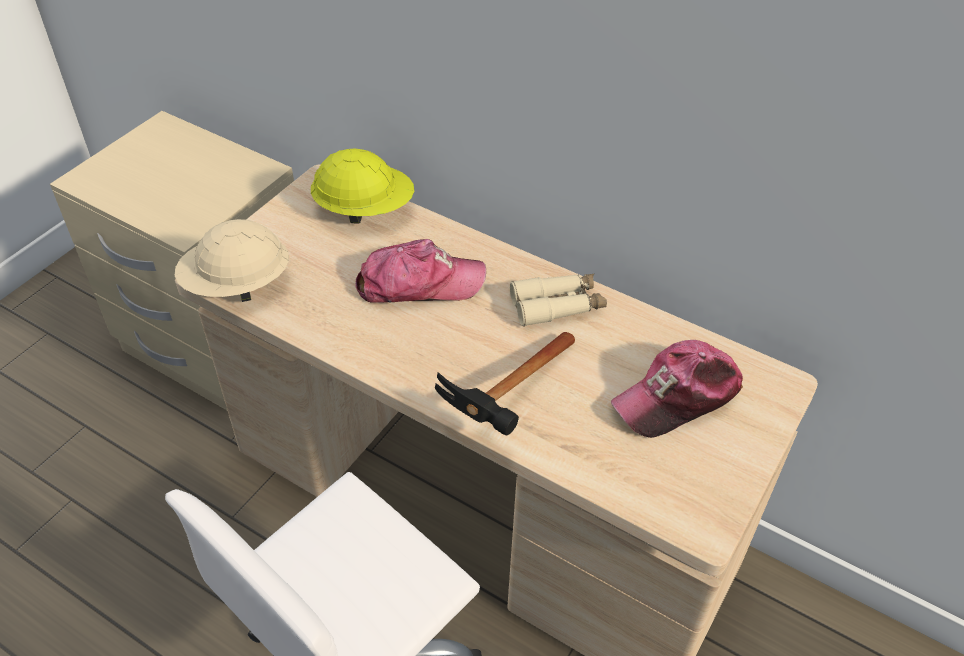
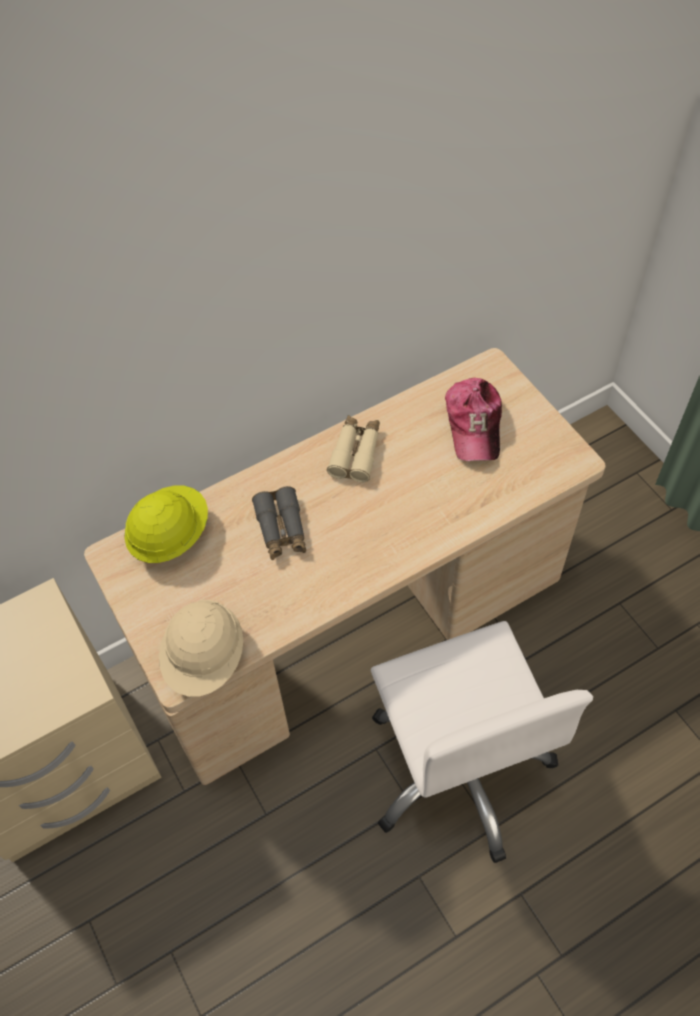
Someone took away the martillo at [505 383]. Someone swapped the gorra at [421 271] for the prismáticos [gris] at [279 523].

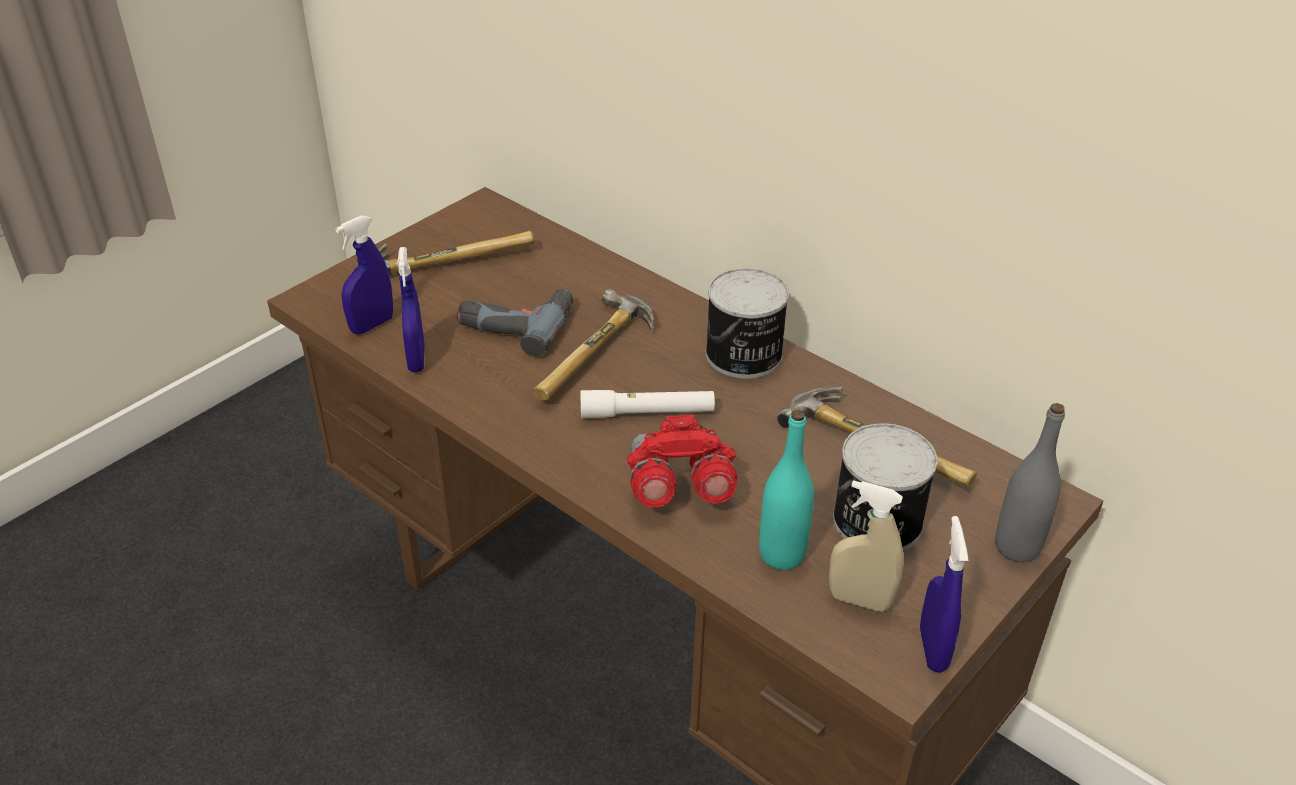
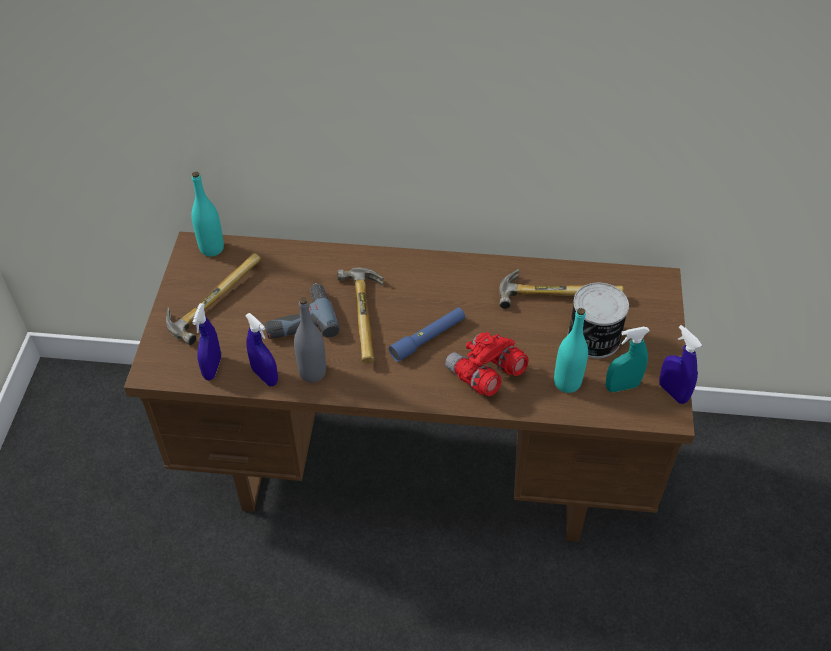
Someone took away the lata at [747 323]. Someone put down the botella [turquesa] at [207 214]. Someone carried the botella [gris] from [1030 483] to [310 339]. Someone repainted the linterna [blanco] at [647 404], which became the linterna [azul] at [427 334]. Someone repainted the pulverizador [beis] at [866 546], which became the pulverizador [turquesa] at [627 359].

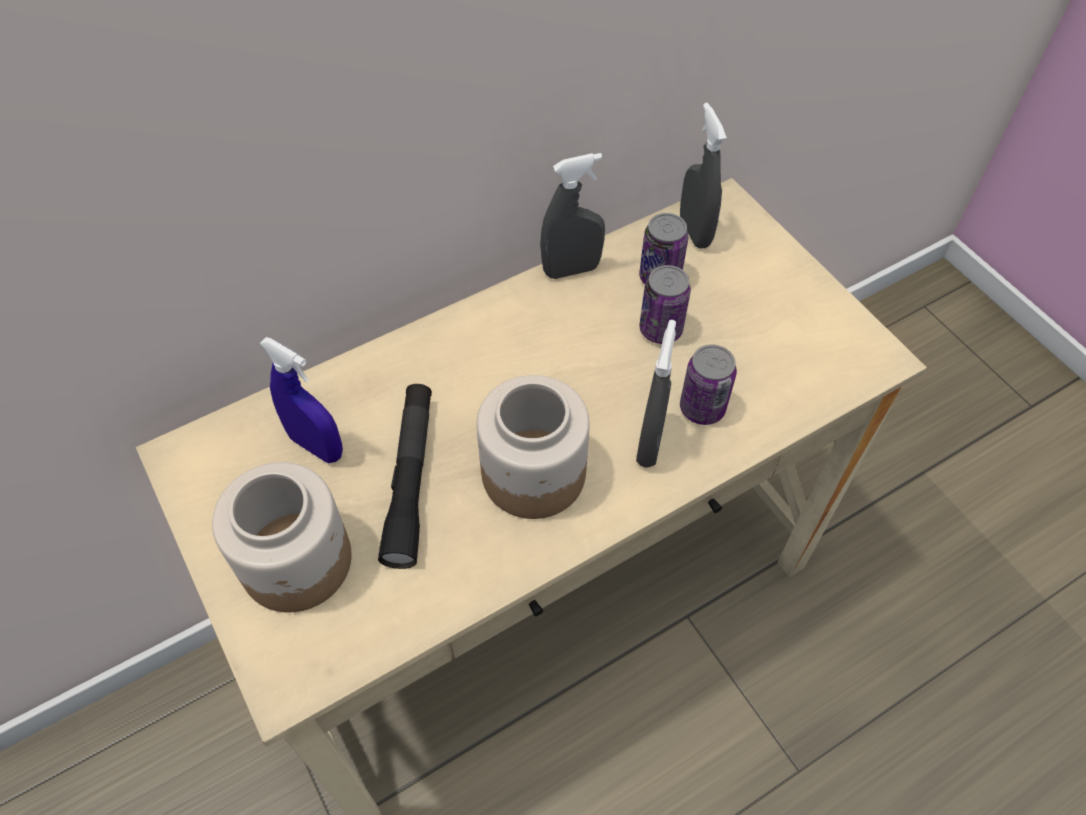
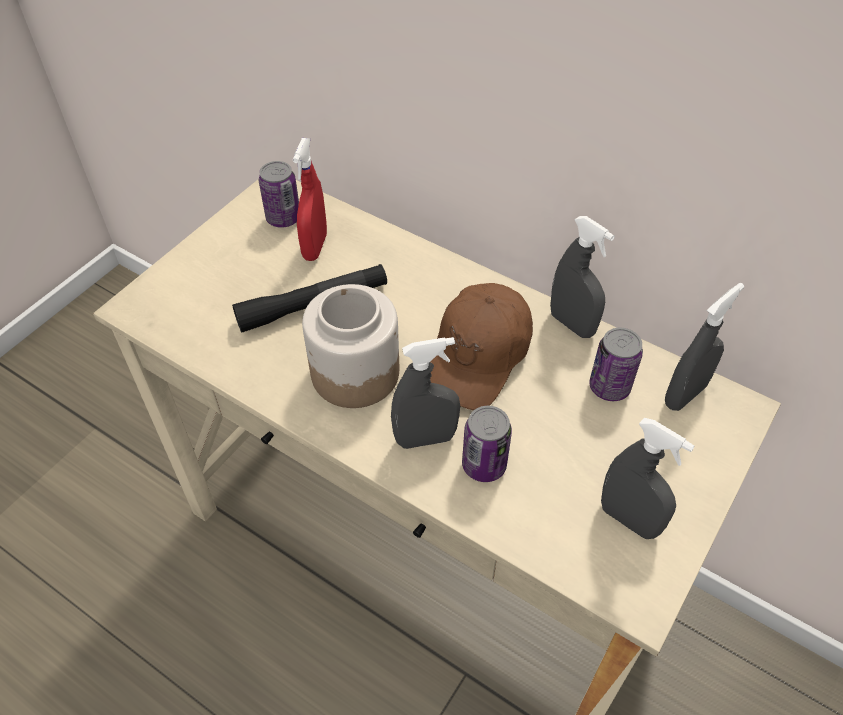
Someone took away the tarro at [282 537]. Someone put down the gorra [marrón] at [481 346]. Someone put down the pulverizador [gris] at [647 478]. Someone carried the lata from [665 304] to [279 194]. Someone repainted the pulverizador [azul] at [301 400], which became the pulverizador [rojo] at [310 199].

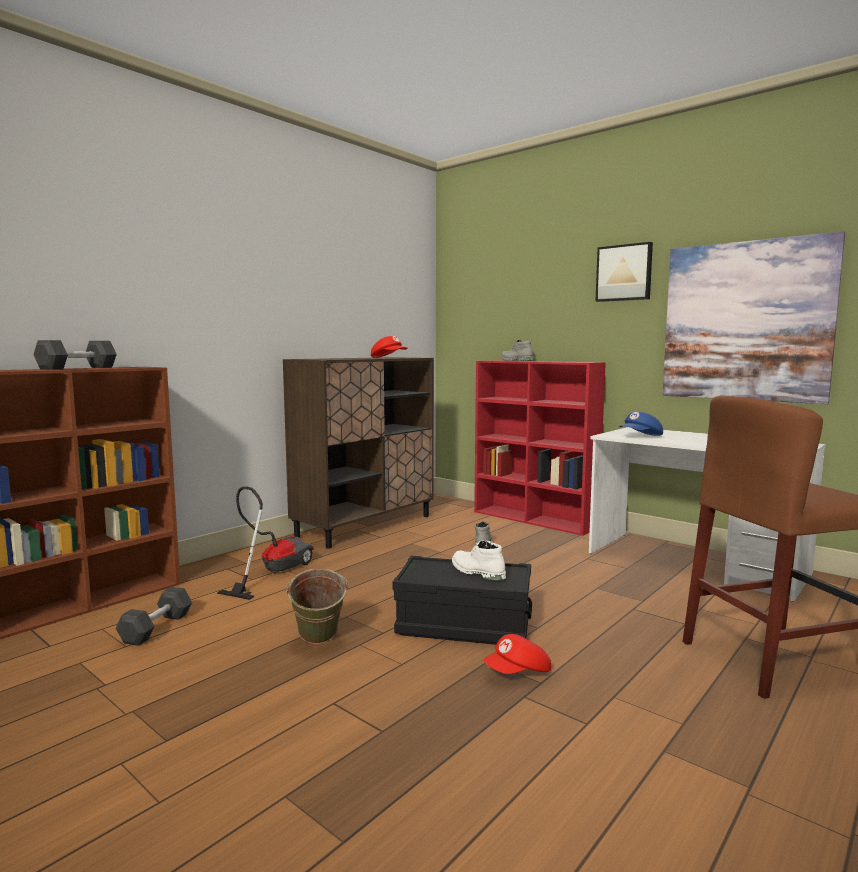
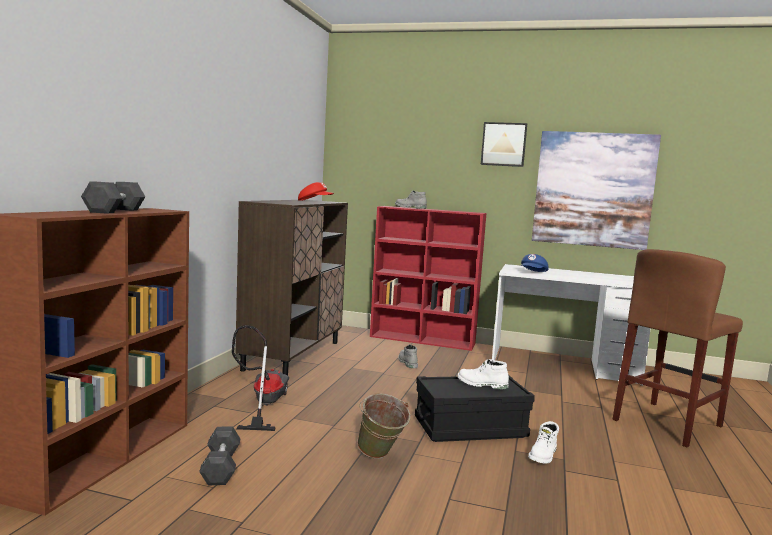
Someone swapped the gorra [rojo] at [517 654] for the bota [blanco] at [543 442].

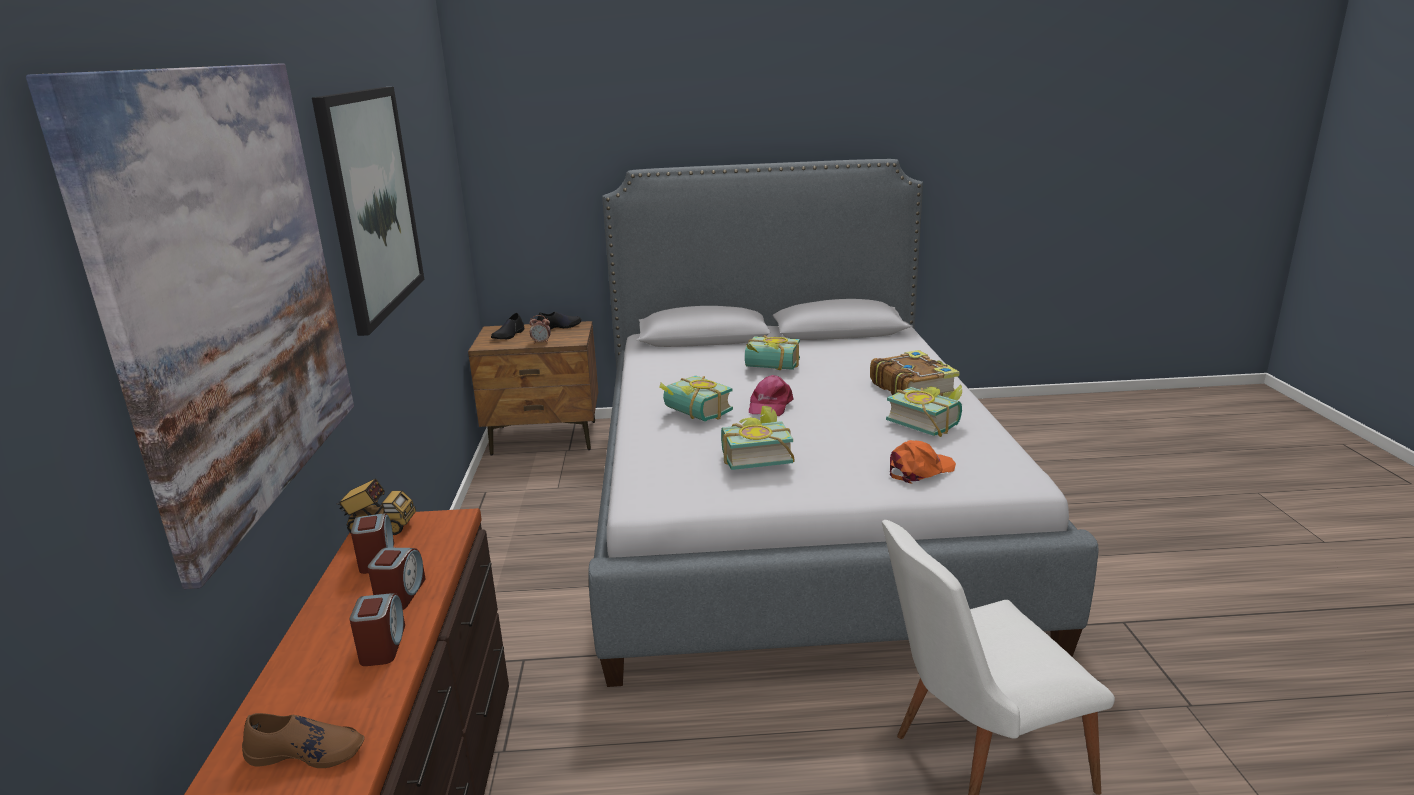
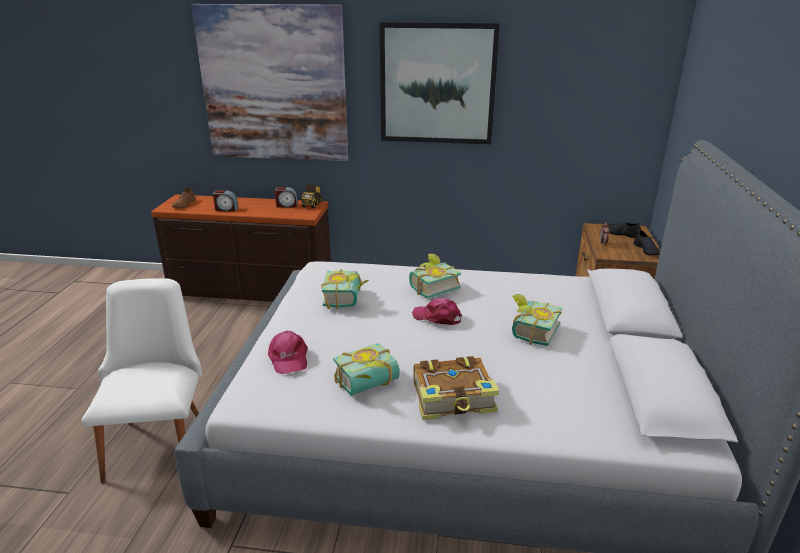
Someone took away the despertador at [397 578]. Someone repainted the gorra [naranja] at [922 462], which became the gorra [rosa] at [288 352].

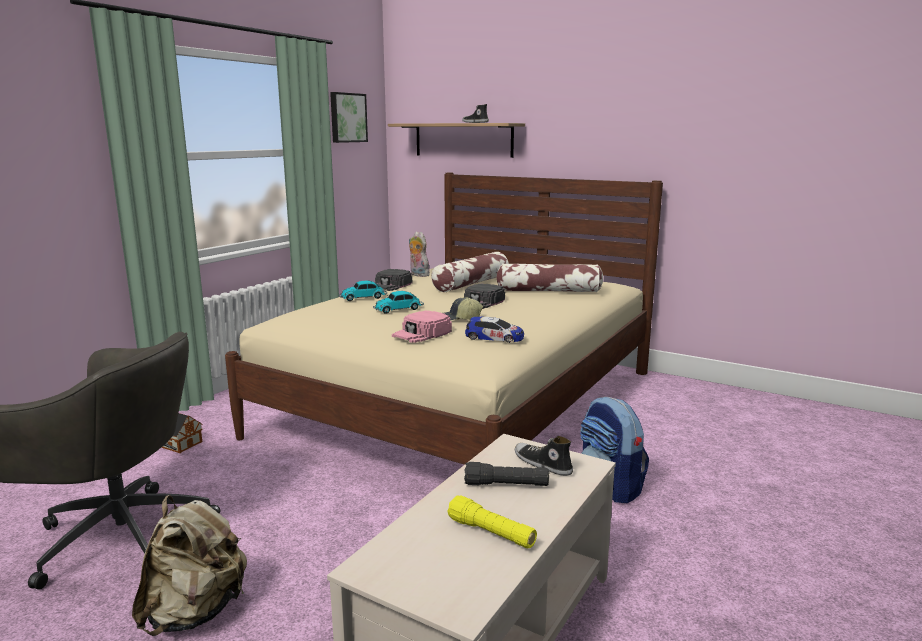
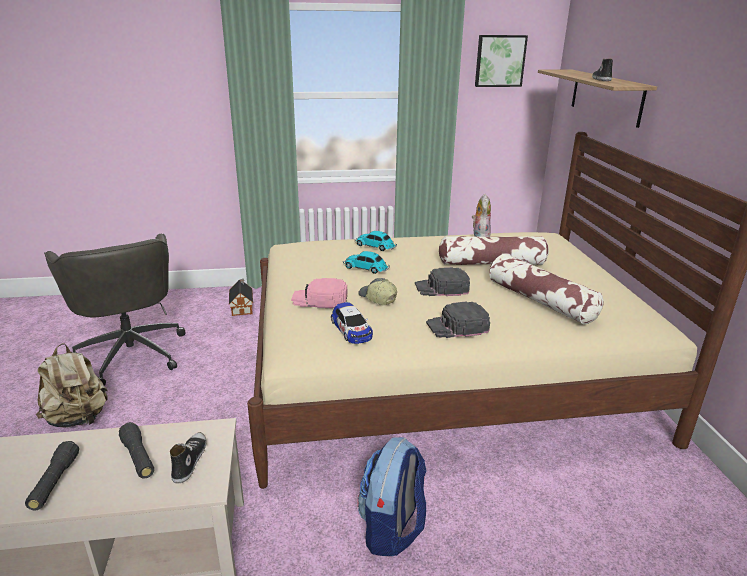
Someone carried the gorra [negro] from [393 280] to [458 319]. Someone repainted the linterna [amarillo] at [492 521], which became the linterna [negro] at [52 476].

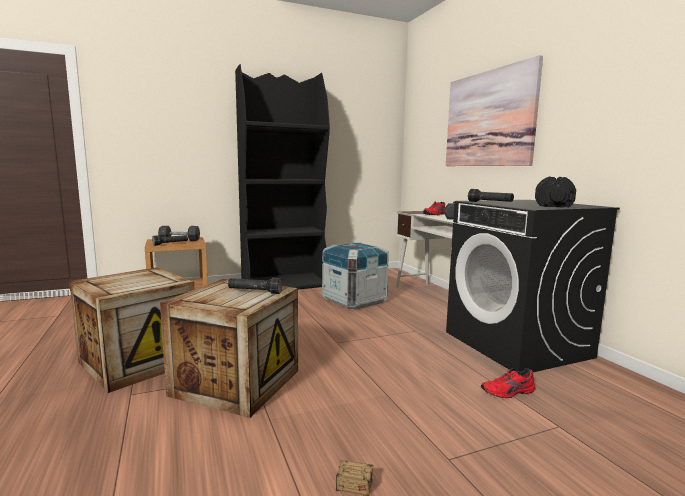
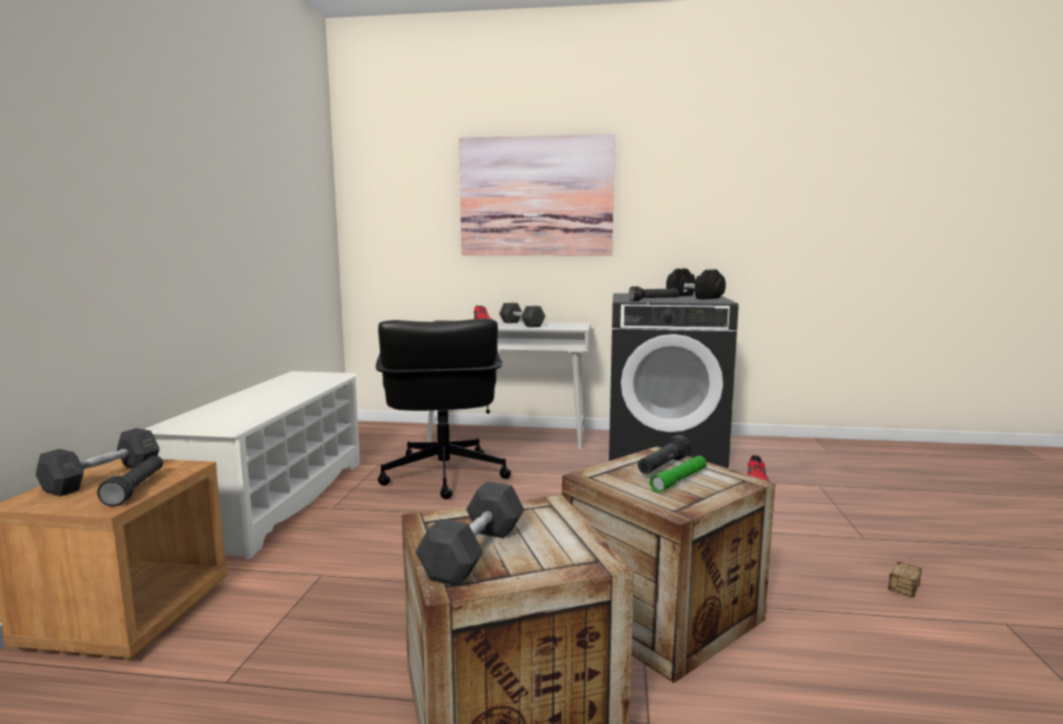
Someone put down the mancuerna [gris] at [470 534]. Someone put down the linterna [verde] at [678 474]. Someone swapped the estantería [negro] at [282 176] for the zapatero [blanco] at [252 465]. Someone swapped the caja de embalaje at [355 275] for the silla de oficina [negro] at [443 409].

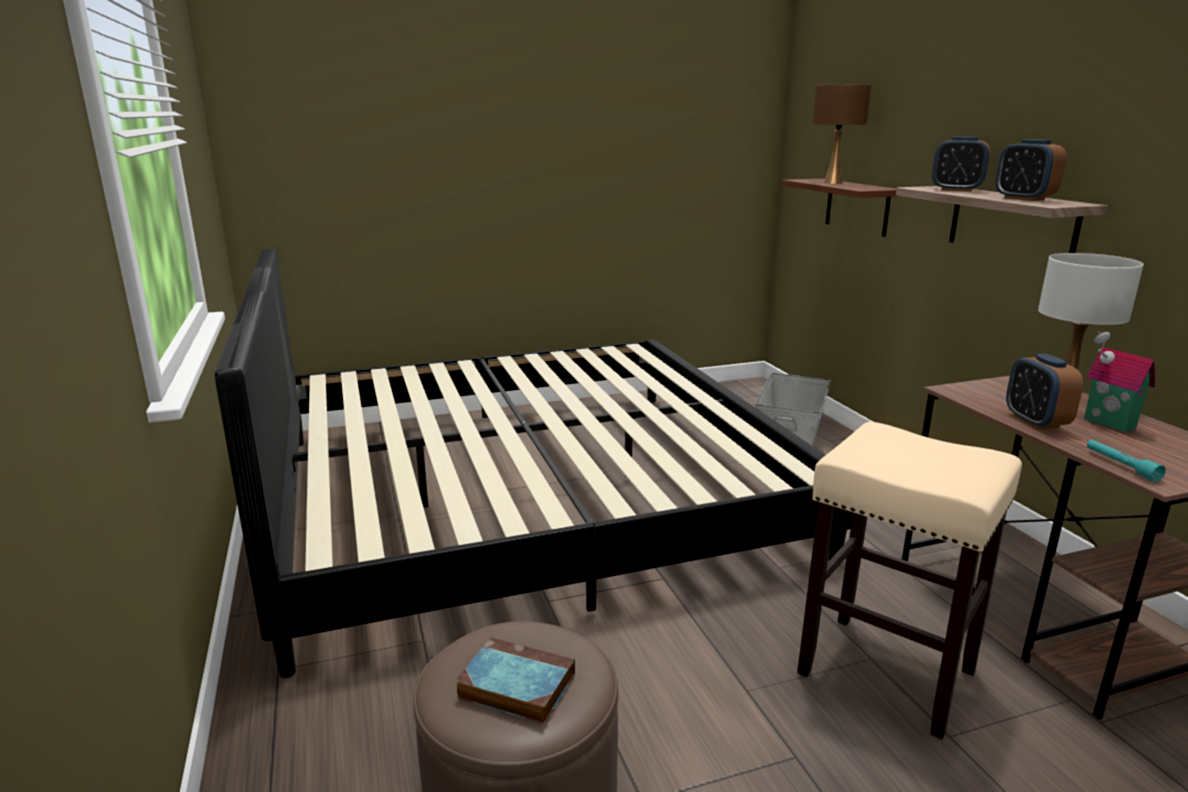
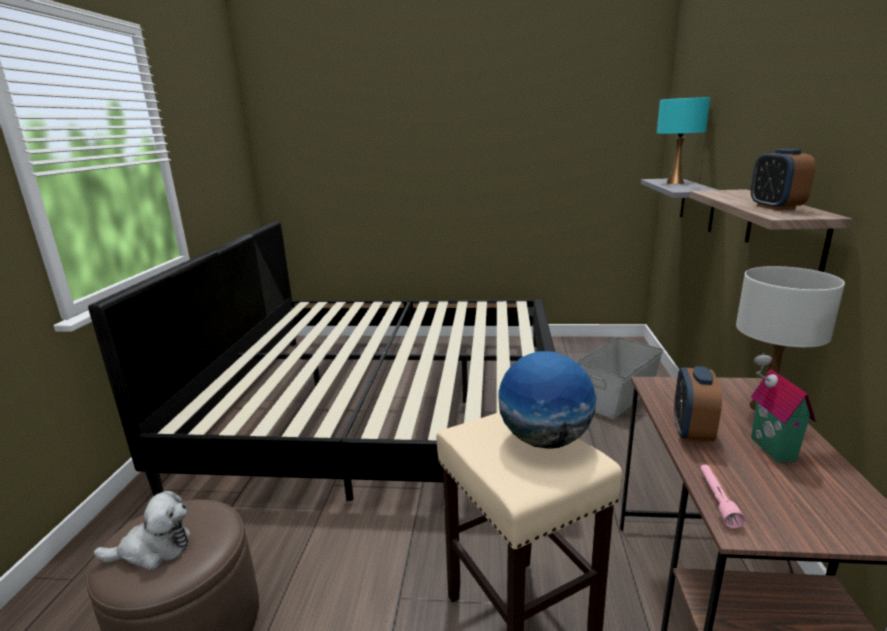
Someone took away the despertador at [961 164]. Someone put down the globo terráqueo at [547 400]. Someone swapped the libro at [515 680] for the peluche at [142 530]. Someone repainted the estante [marrón] at [839 208], which became the estante [gris] at [679 205]. Someone repainted the lámpara de mesa [marrón] at [841 134], which became the lámpara de mesa [turquesa] at [683 140]. Someone repainted the linterna [turquesa] at [1126 461], which became the linterna [rosa] at [722 496].

